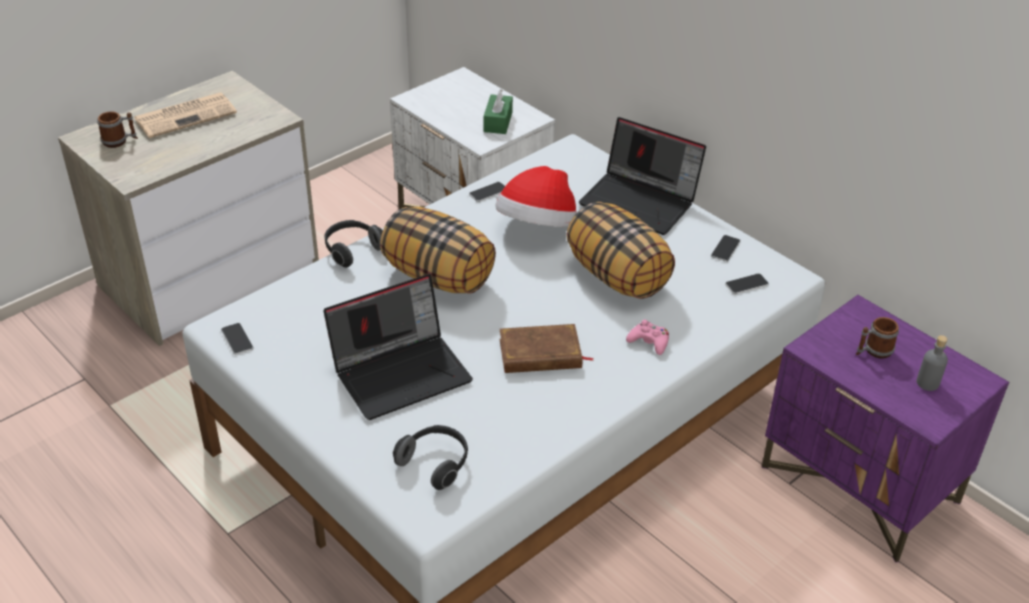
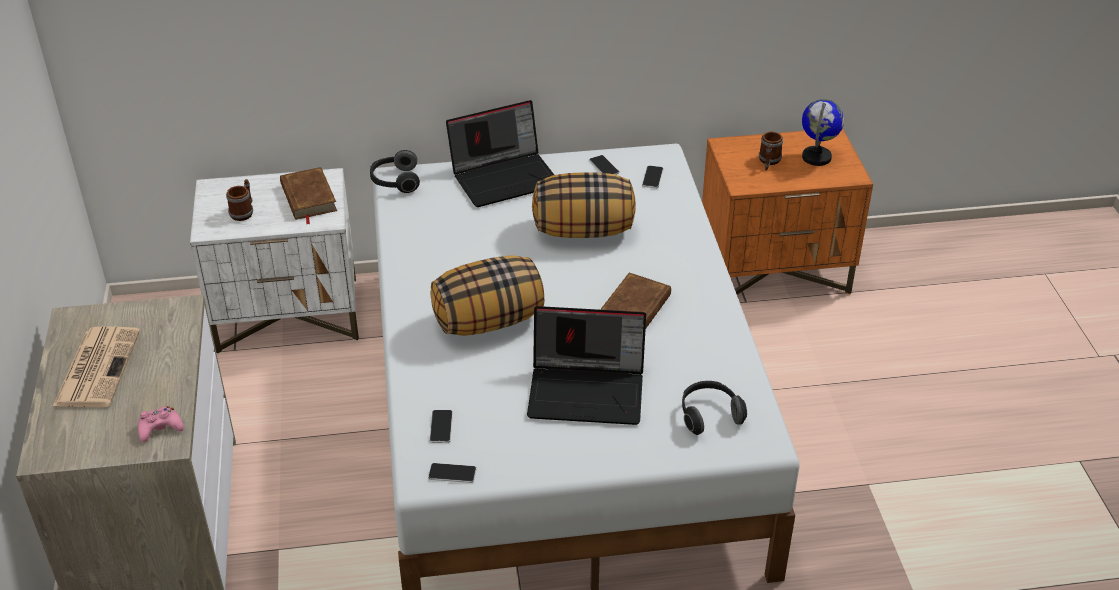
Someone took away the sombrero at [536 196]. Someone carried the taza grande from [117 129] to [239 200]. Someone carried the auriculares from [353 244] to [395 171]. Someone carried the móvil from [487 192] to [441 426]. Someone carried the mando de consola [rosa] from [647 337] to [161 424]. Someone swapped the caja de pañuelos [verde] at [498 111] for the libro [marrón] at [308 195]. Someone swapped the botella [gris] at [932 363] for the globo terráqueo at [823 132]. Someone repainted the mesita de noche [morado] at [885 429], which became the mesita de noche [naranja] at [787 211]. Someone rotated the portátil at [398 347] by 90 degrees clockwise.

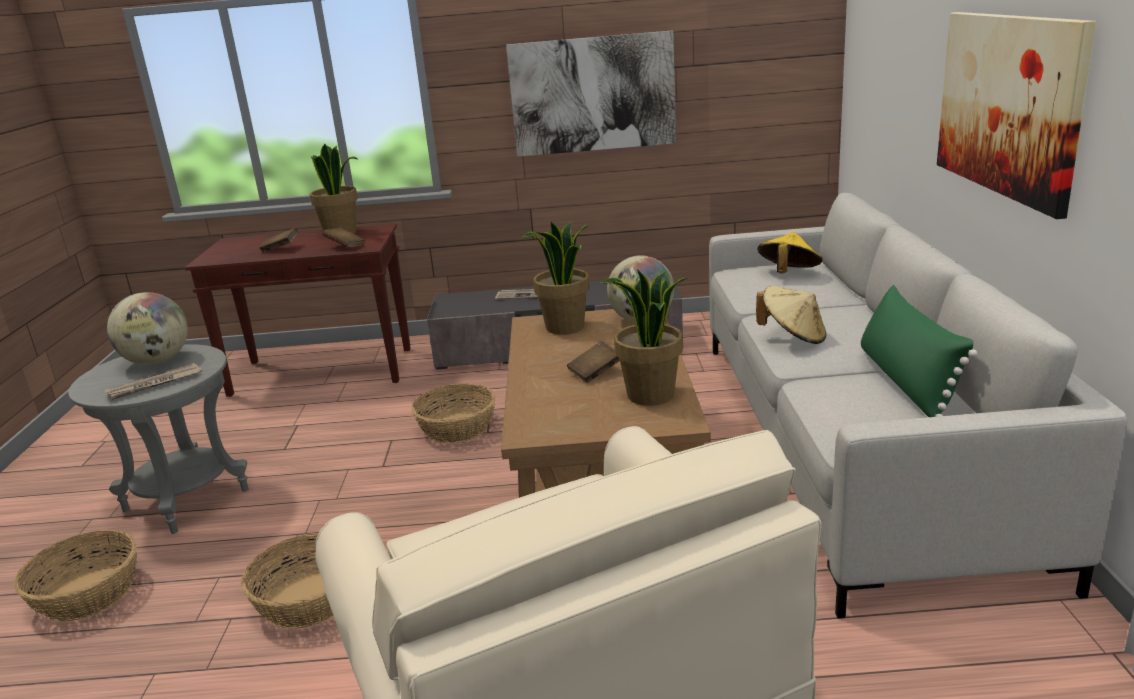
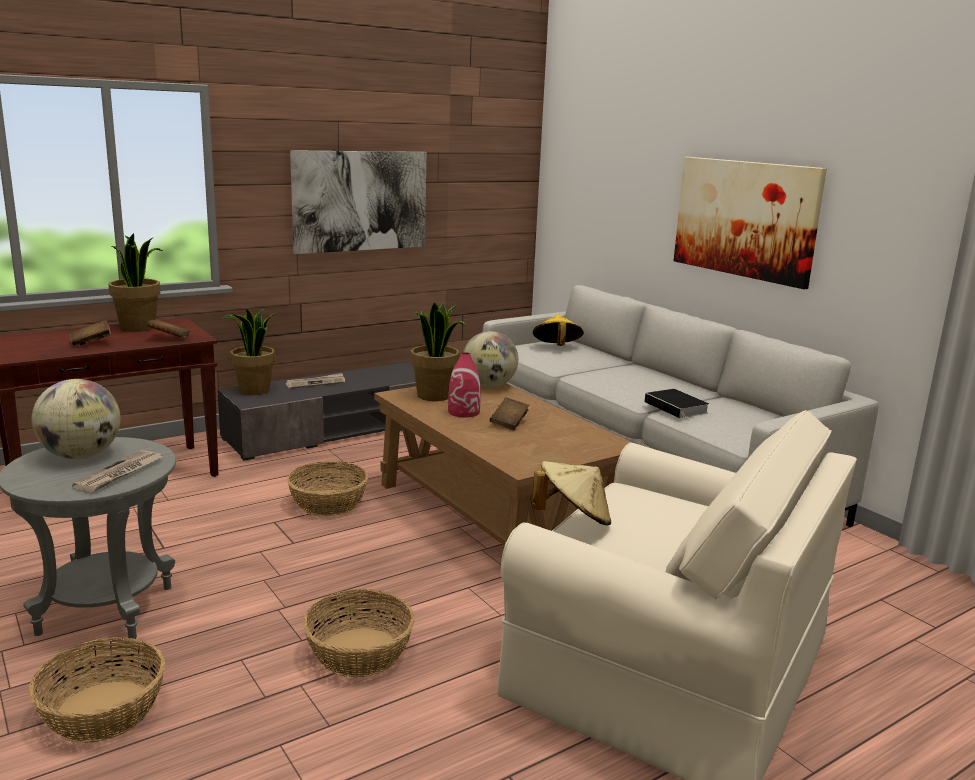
Someone took away the cojín [verde] at [919 351]. Someone put down the florero [rojo] at [464 385]. Someone put down the libro at [677 405]. Someone carried the planta en maceta from [644 337] to [249 351]. Someone carried the sombrero [beis] from [791 315] to [571 493].

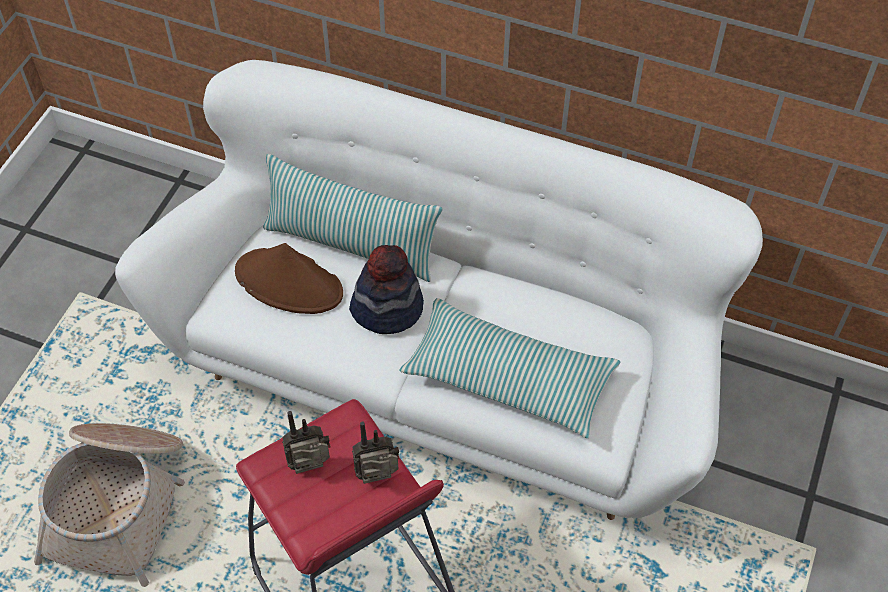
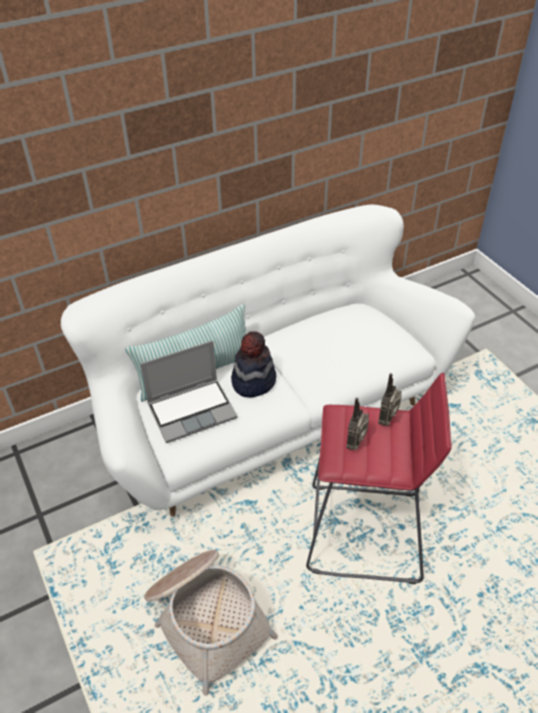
Someone took away the cojín at [509 368]. Someone swapped the sombrero [marrón] at [289 278] for the portátil at [189 391].

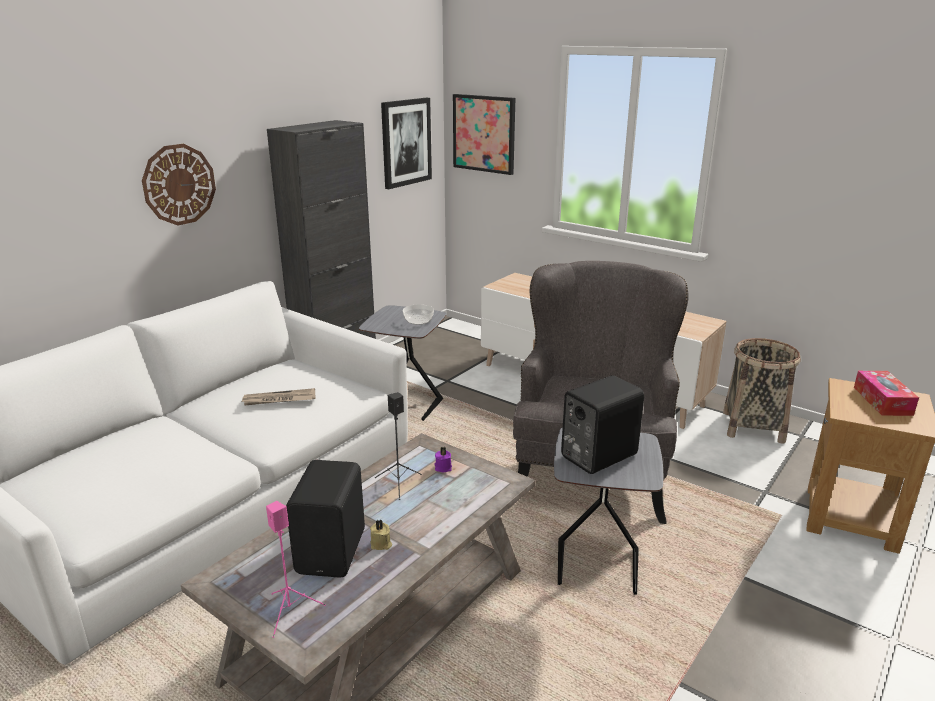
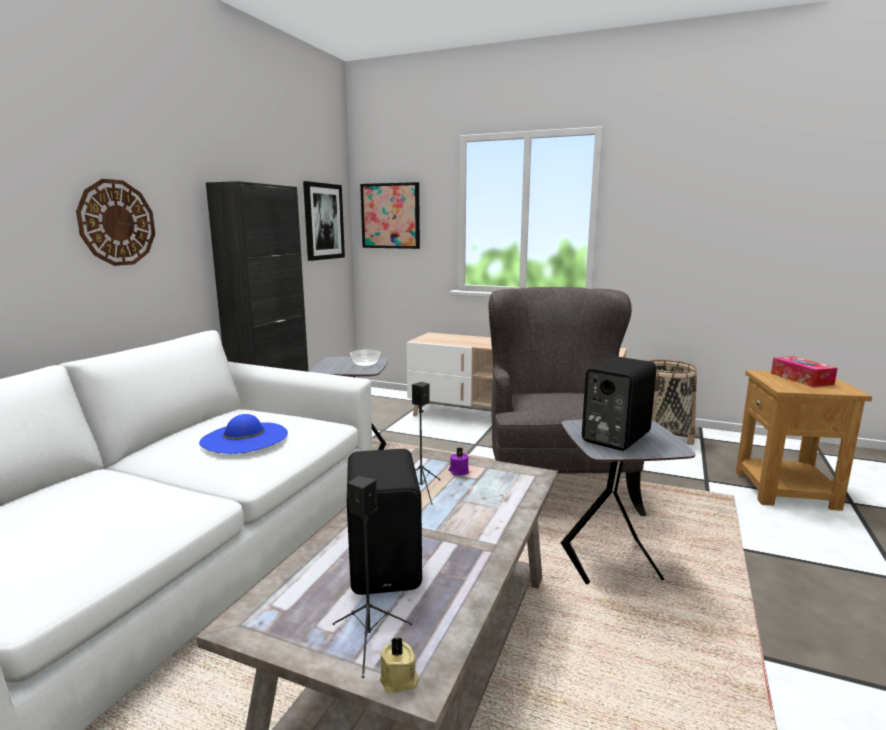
Someone carried the vela [beis] from [381 535] to [399 665]. Someone swapped the periódico at [278 397] for the sombrero [azul] at [243 434]. Someone repainted the altavoz [rosa] at [296 569], which became the altavoz [negro] at [372 577].

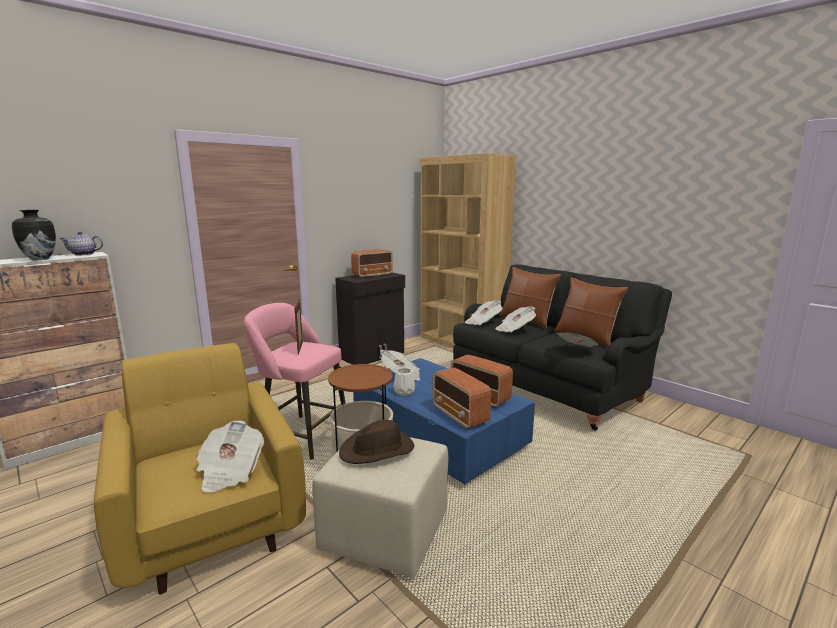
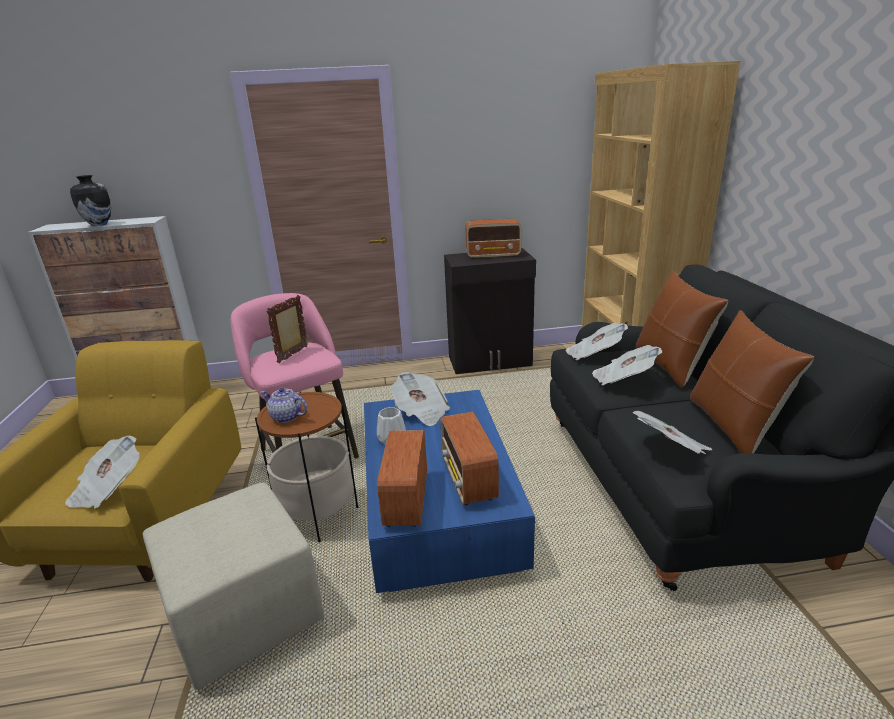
Someone took away the sombrero [marrón] at [376 442]. Someone carried the tetera from [81 243] to [284 405].

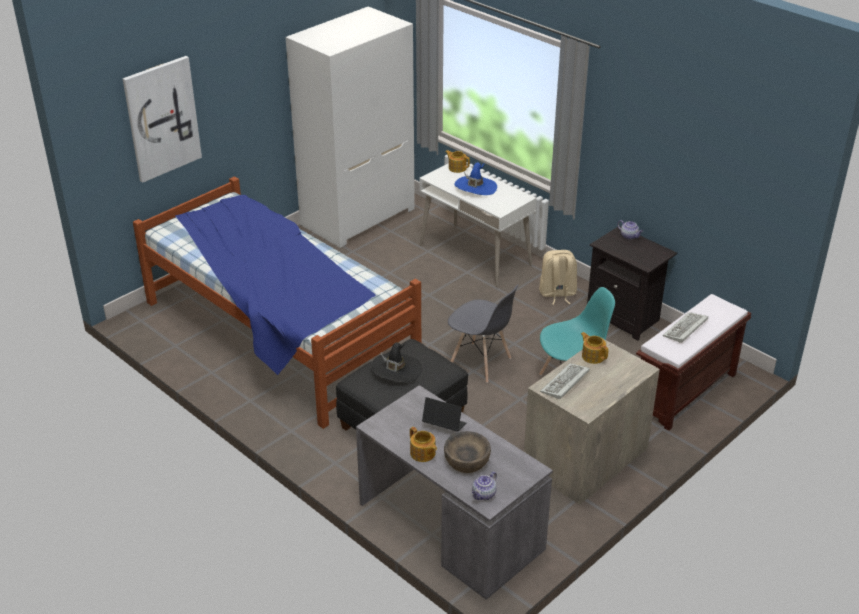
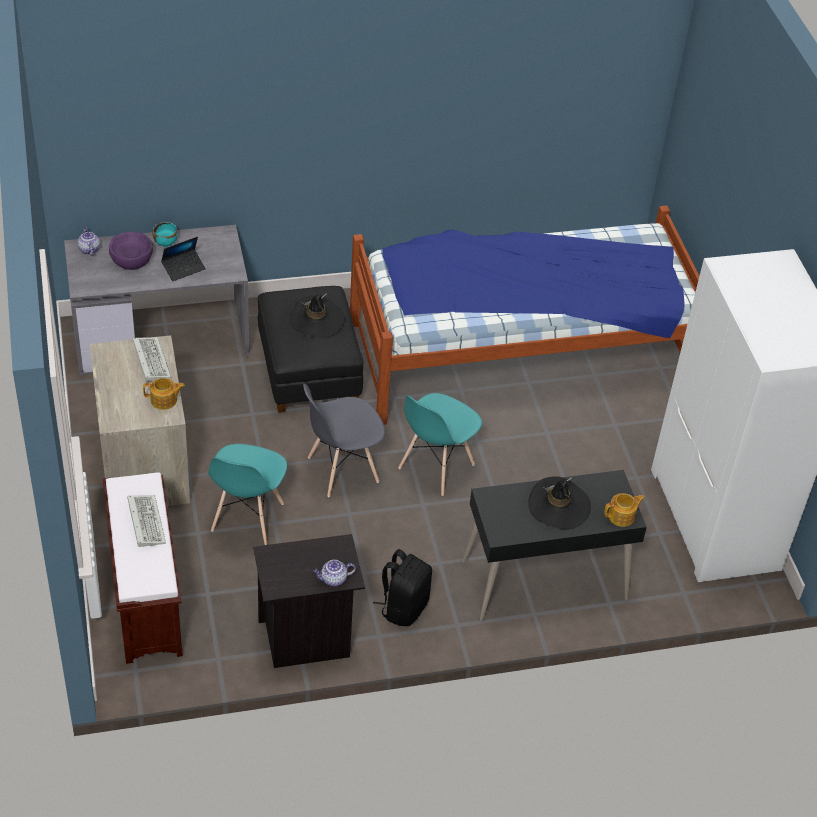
Someone took away the cuadro at [162 119]. Someone put down the silla [turquesa] at [440 444]. Someone swapped the tetera at [423 444] for the cuenco [turquesa] at [165 234]. Someone repainted the escritorio [blanco] at [477 225], which became the escritorio [negro] at [554 545]. Someone repainted the cuenco [marrón] at [467 452], which became the cuenco [morado] at [131 251]. Someone repainted the sombrero [azul] at [475 179], which became the sombrero [negro] at [559 503]. Someone repainted the mochila [beis] at [558 277], which became the mochila [negro] at [402 587].

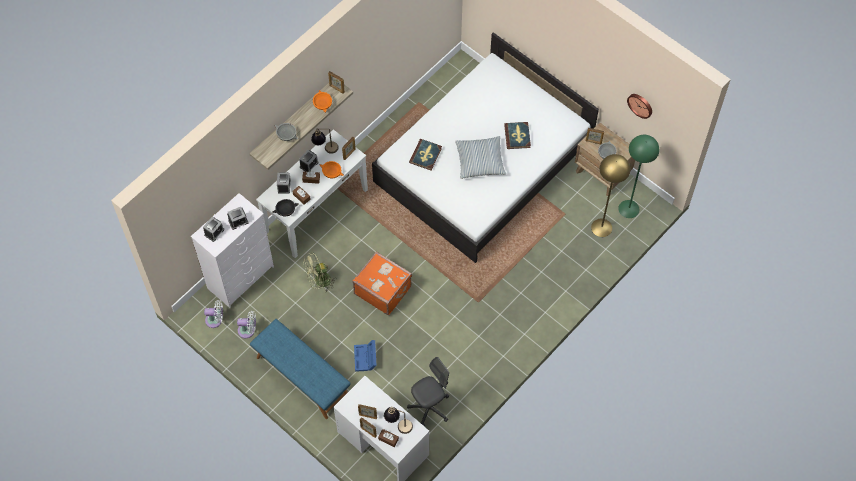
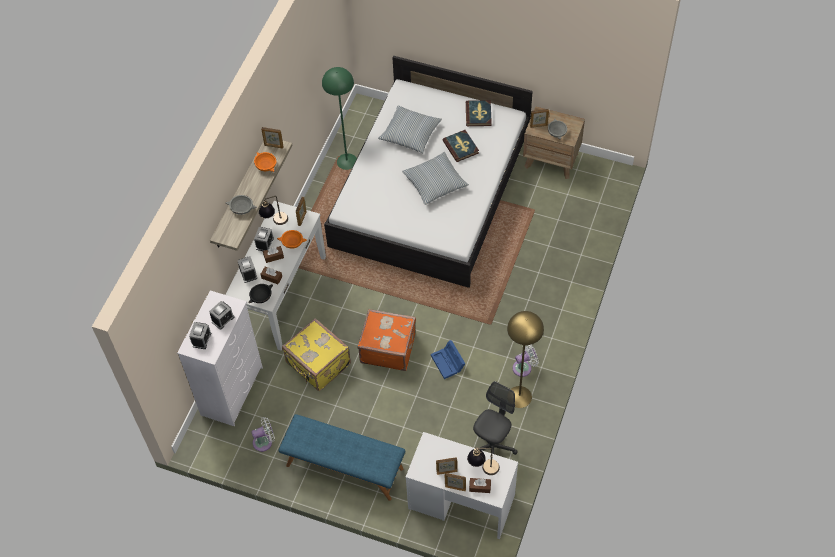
Someone took away the reloj de pared at [639 106]. Someone put down the cojín at [410 129]. Someone carried the ventilador [blanco] from [213 314] to [526 360]. Someone carried the caja de almacenaje [azul] from [365 356] to [448 359]. Someone carried the libro from [425 154] to [479 113]. Someone carried the lámpara de pie [amarillo] from [610 195] to [525 359]. Someone carried the lámpara de pie [verde] from [638 176] to [339 118]. Someone swapped the ventilador [verde] at [320 272] for the maleta [amarillo] at [316 354].

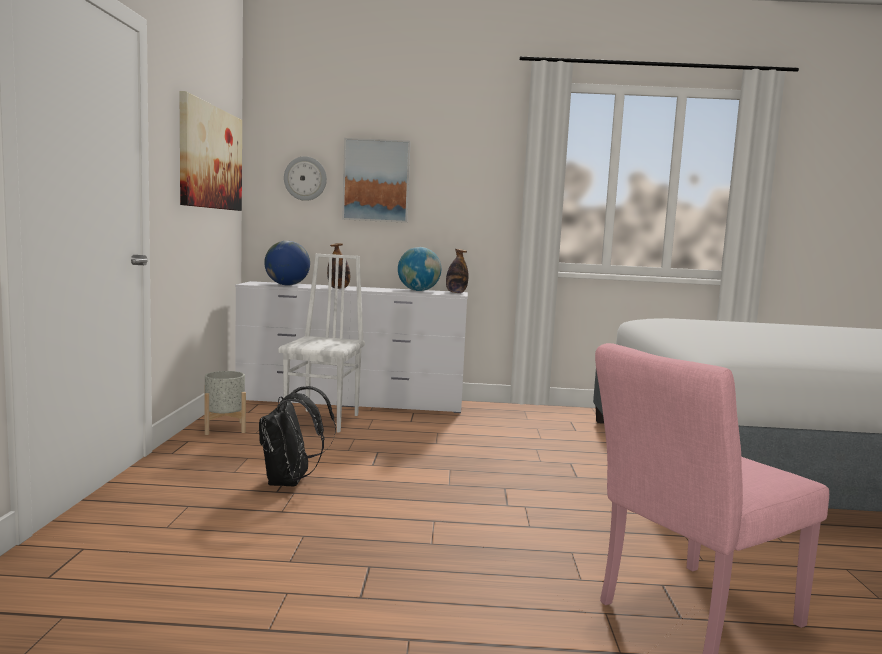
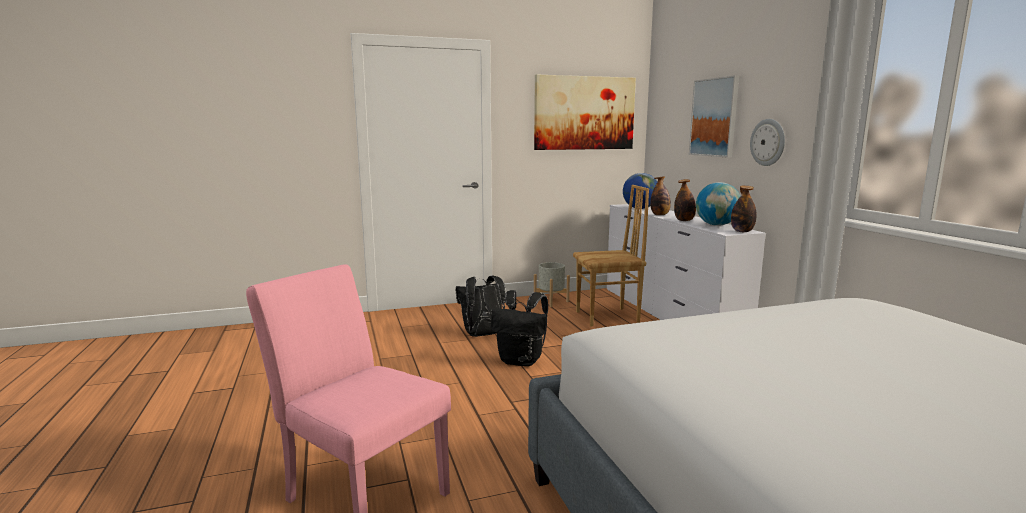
Someone put down the mochila [negro] at [519 328]. Someone put down the botella at [685 200]. Someone carried the reloj de pared from [305 178] to [767 142]. Someone repainted the silla [blanco] at [321 343], which became the silla [marrón] at [611 255].

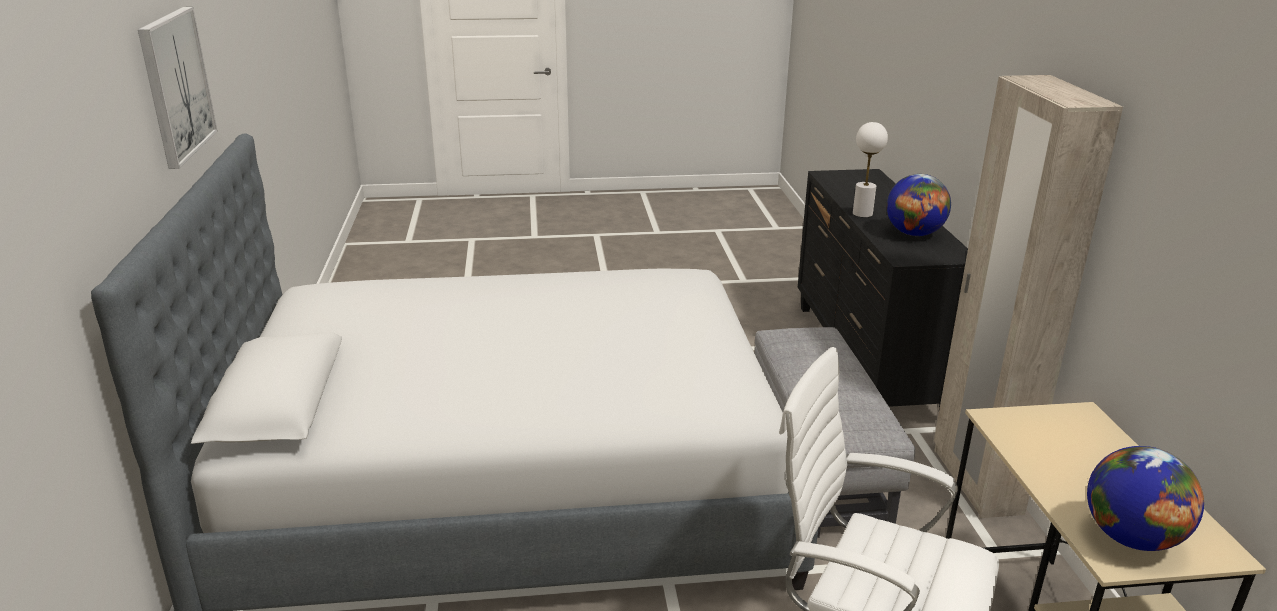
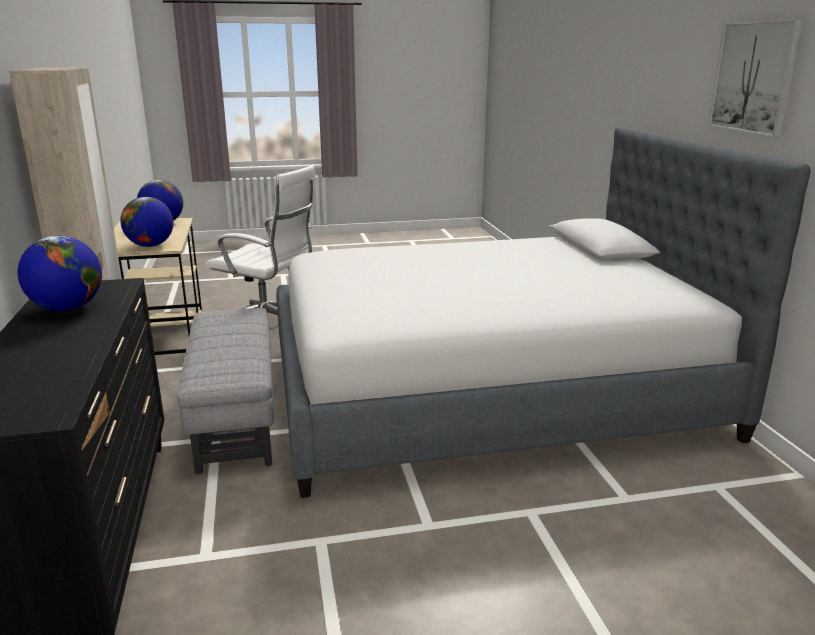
Someone took away the lámpara de mesa [blanco] at [870 169]. Someone put down the globo terráqueo at [146 222].

